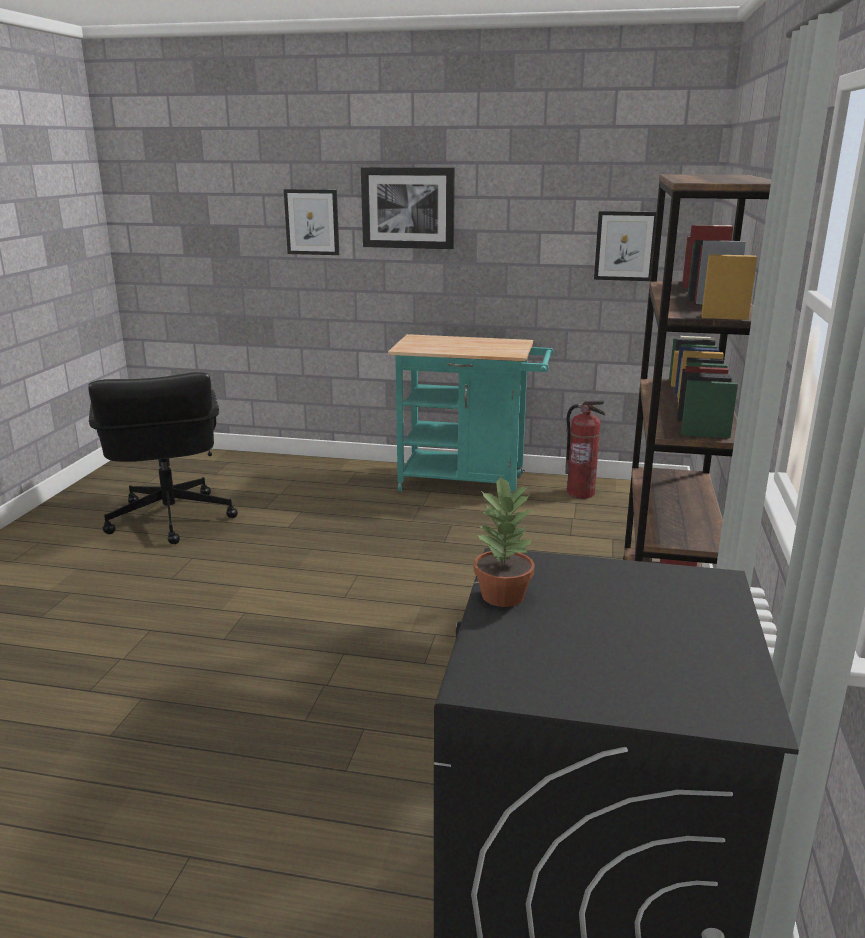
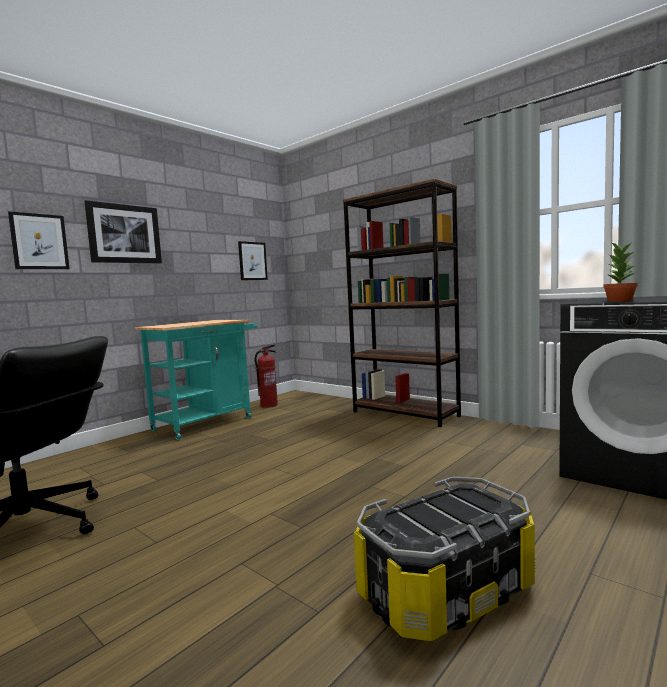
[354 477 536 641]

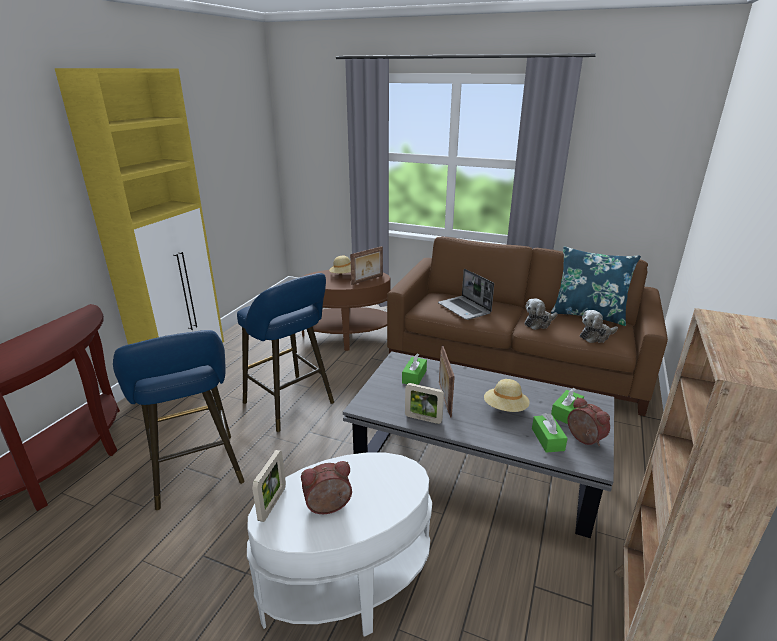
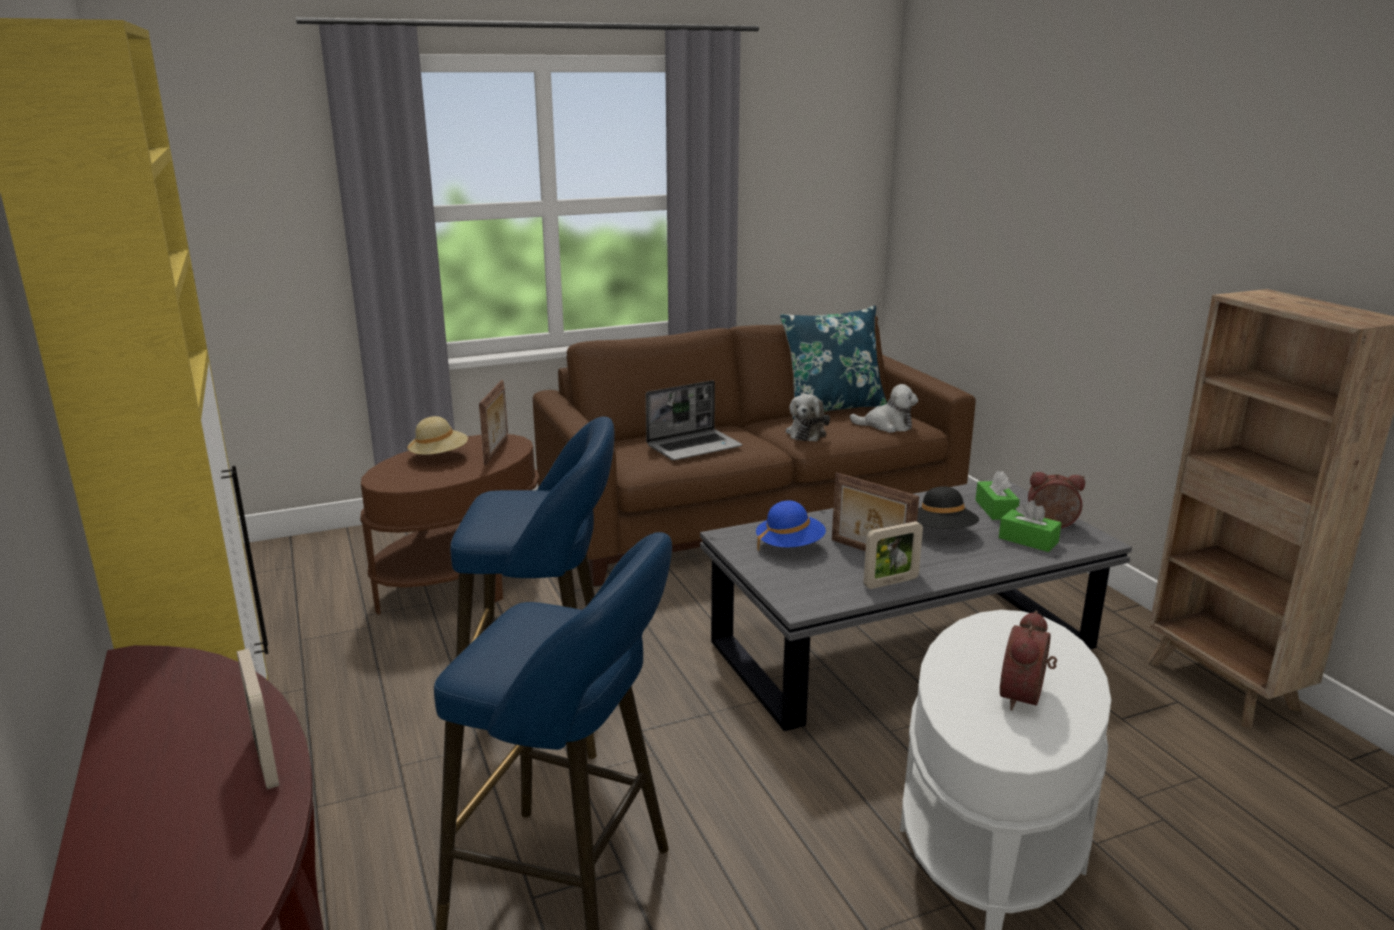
[237 648 279 790]
[756 500 826 552]
[646 380 742 460]
[917 486 979 529]
[850 384 918 433]

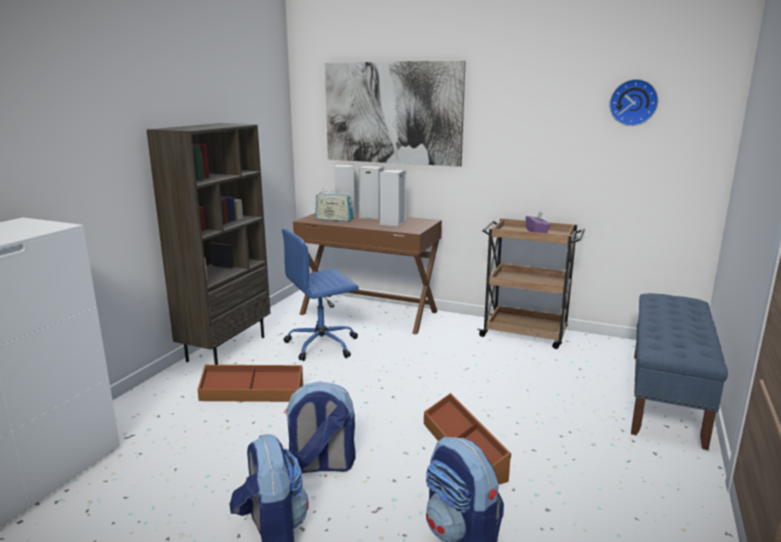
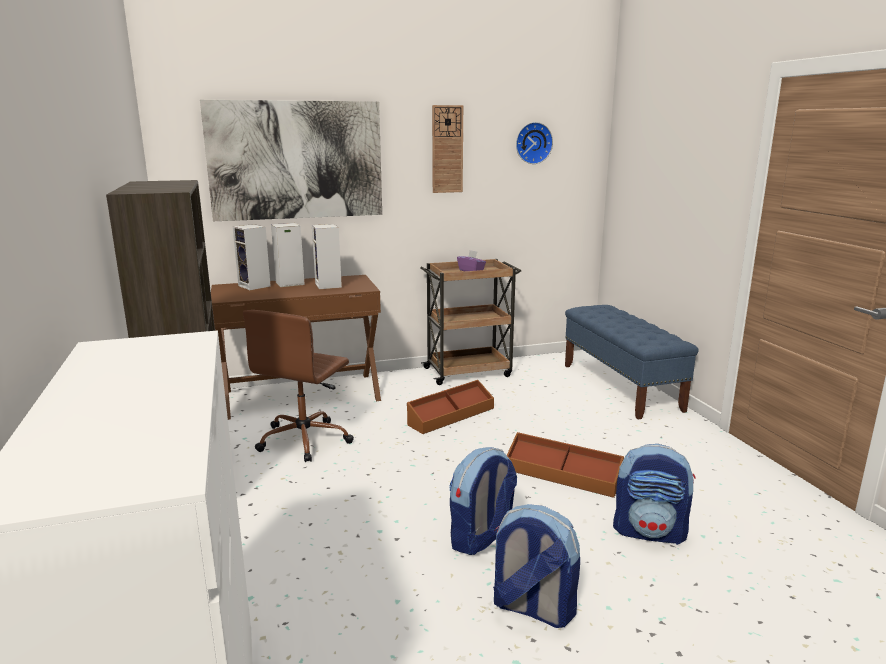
[407 380 494 434]
[243 310 354 462]
[315 191 353 222] (first image)
[432 105 463 193]

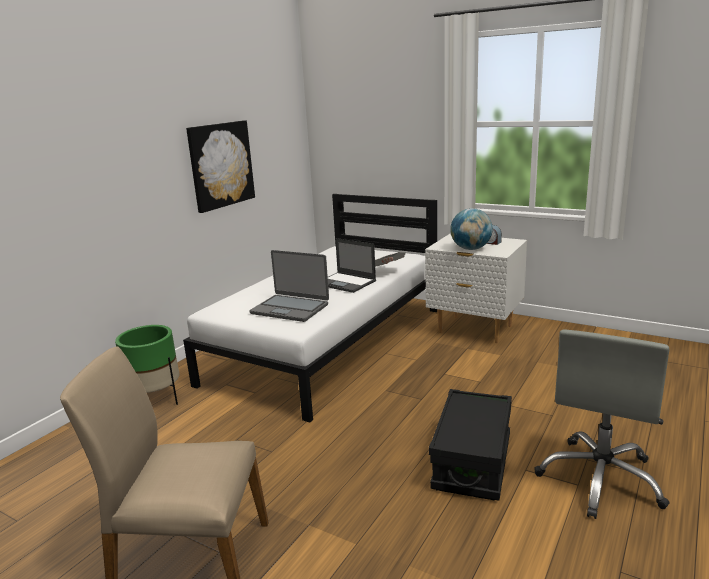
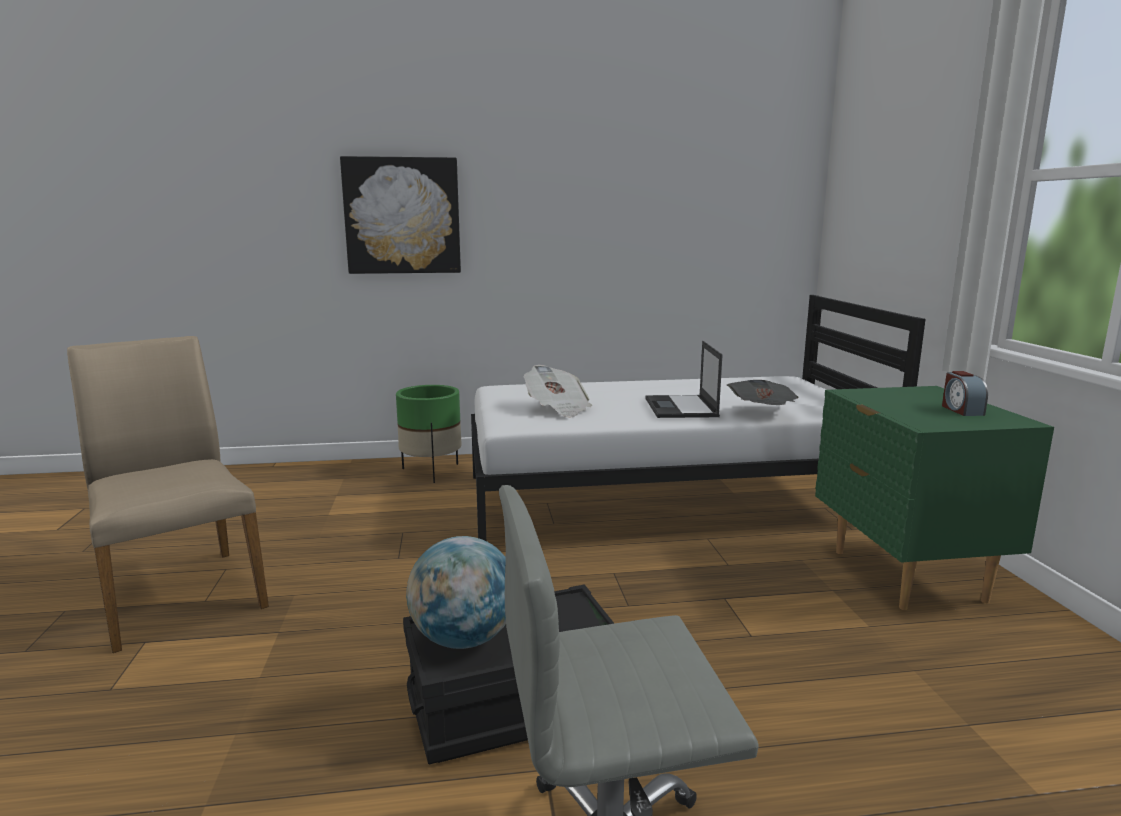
[340 156 461 274]
[524 365 592 418]
[815 386 1054 610]
[406 536 506 649]

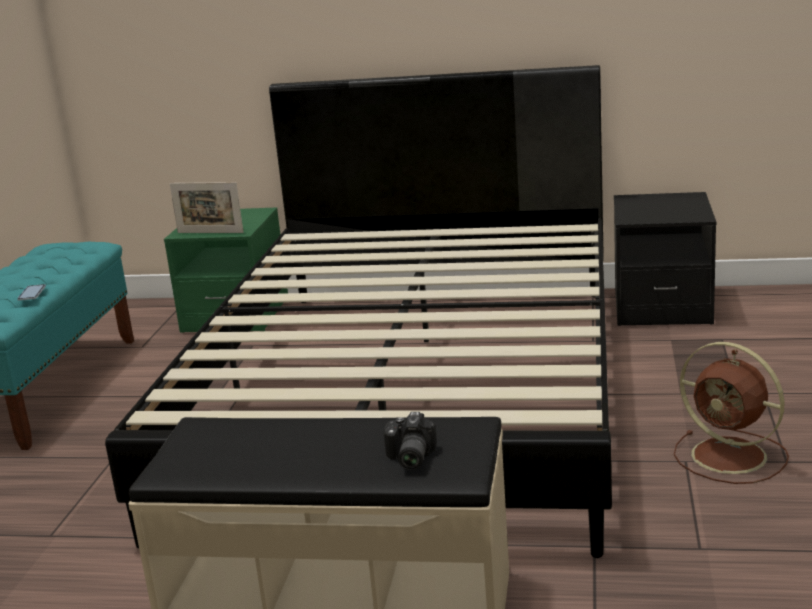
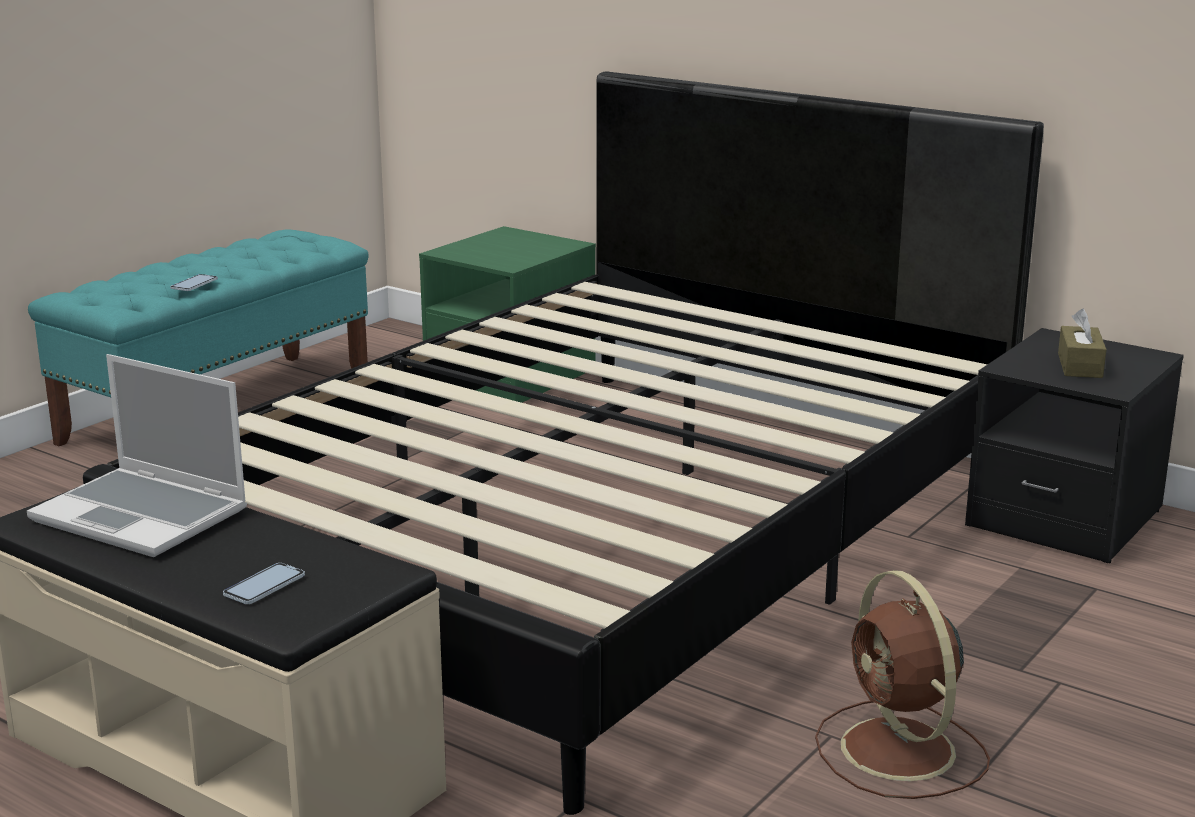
[170 182 244 233] (first image)
[223 563 305 604]
[27 354 247 557]
[1058 308 1107 378]

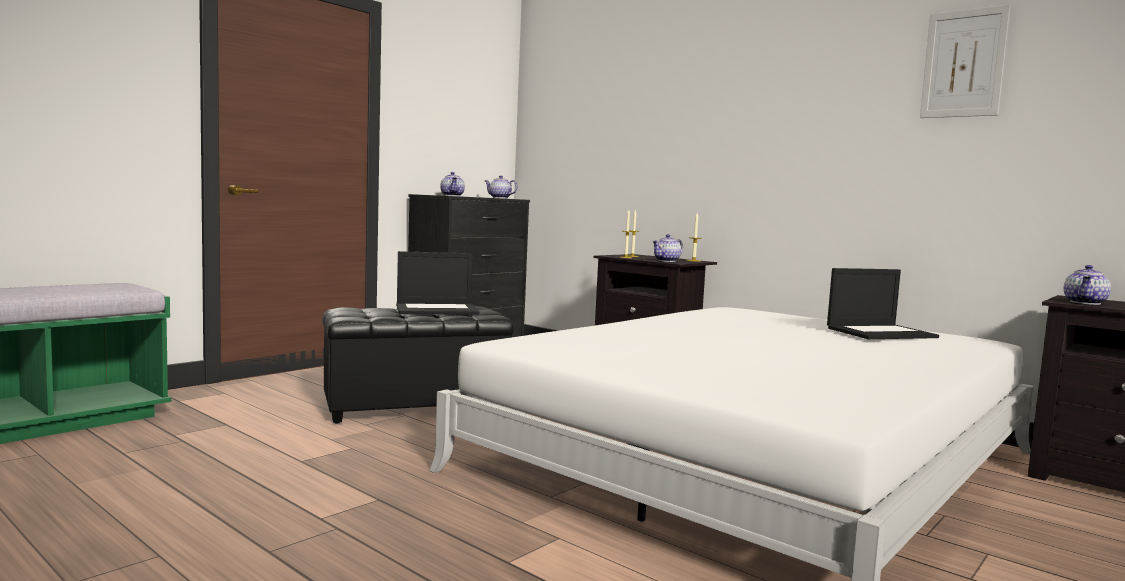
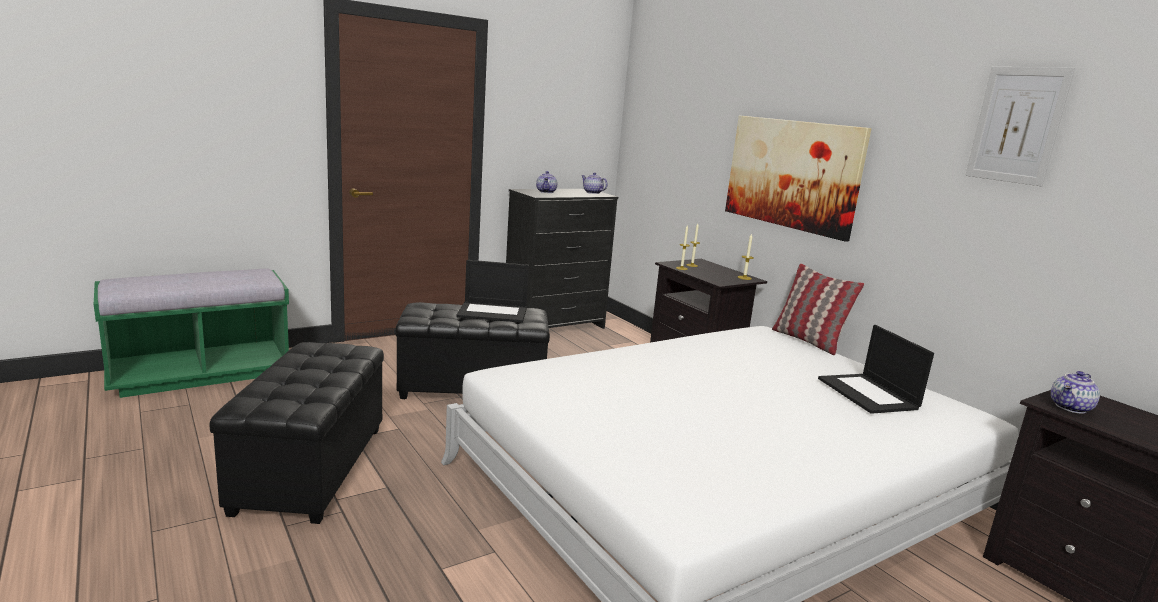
[652 234 683 262] (first image)
[818 325 934 414]
[210 342 384 524]
[725 116 872 242]
[772 264 864 355]

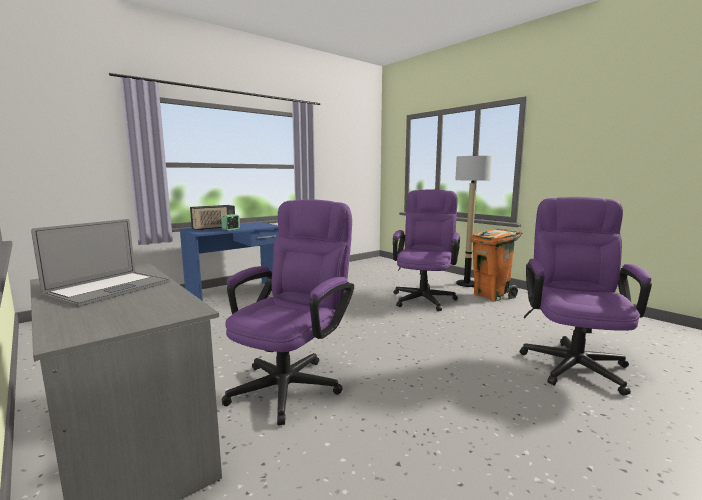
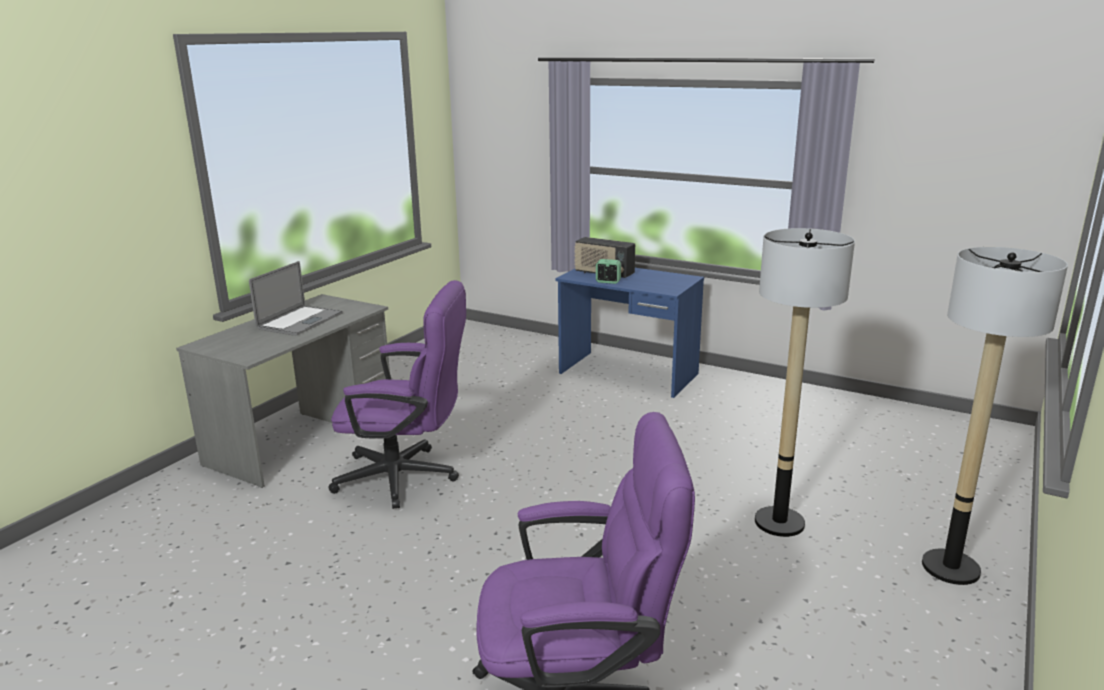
[249 261 343 336]
[755 228 855 537]
[471 229 522 302] (first image)

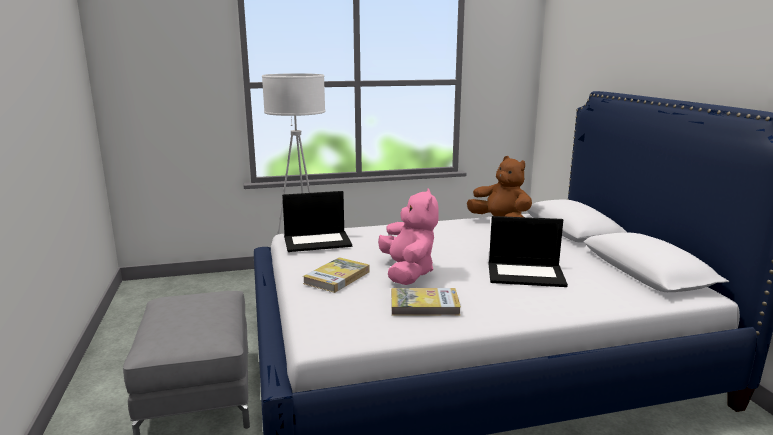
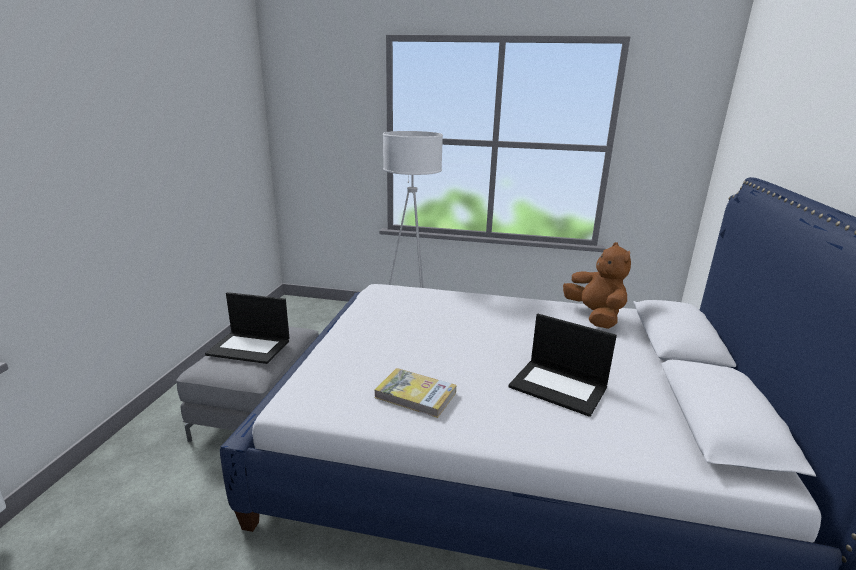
[205 292 289 364]
[303 257 369 293] (first image)
[378 188 439 285] (first image)

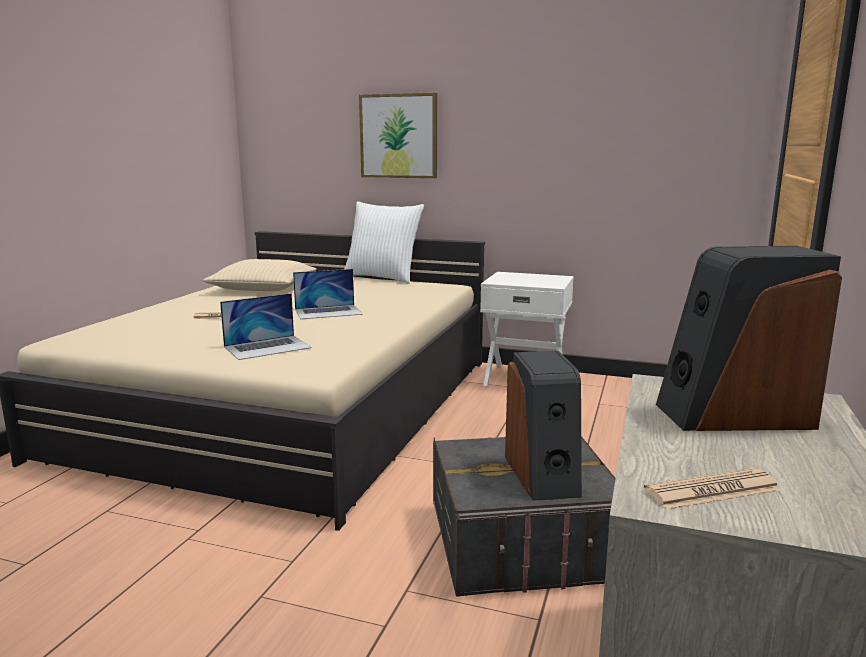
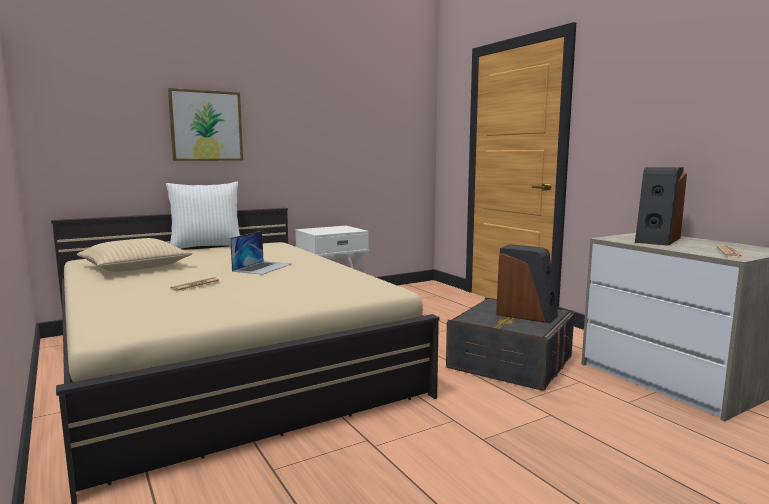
[220 293 312 360] (first image)

